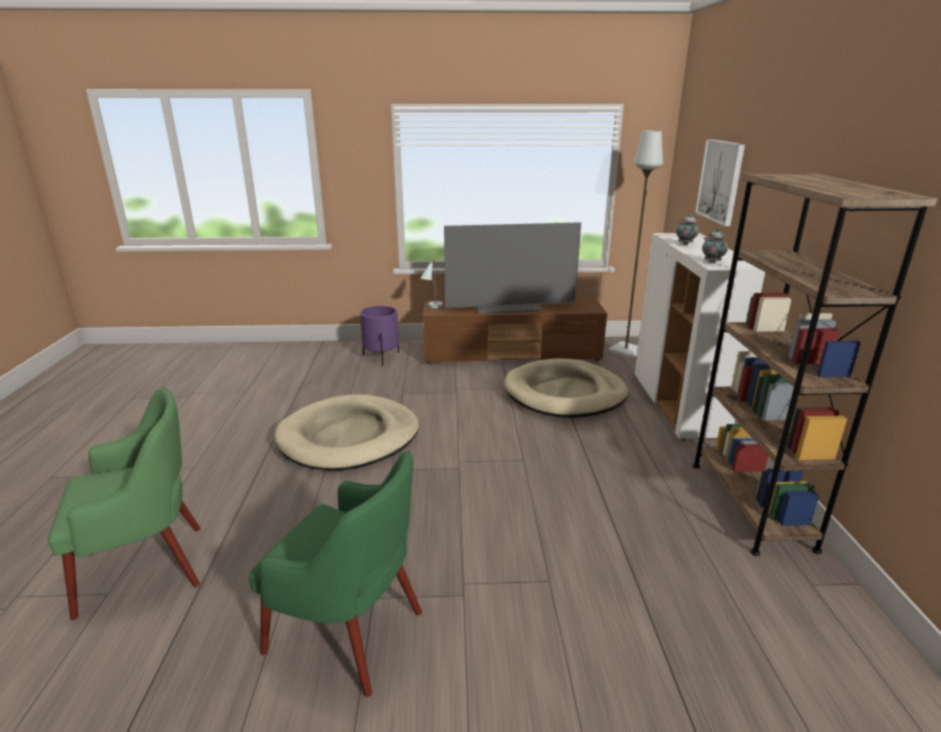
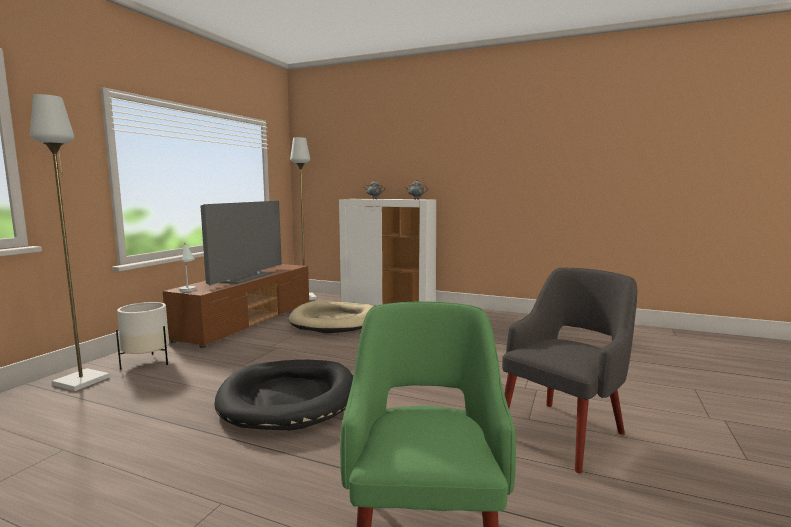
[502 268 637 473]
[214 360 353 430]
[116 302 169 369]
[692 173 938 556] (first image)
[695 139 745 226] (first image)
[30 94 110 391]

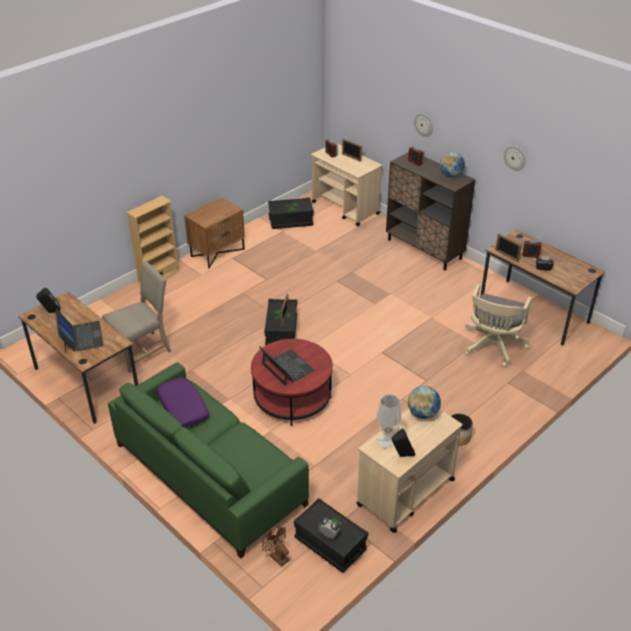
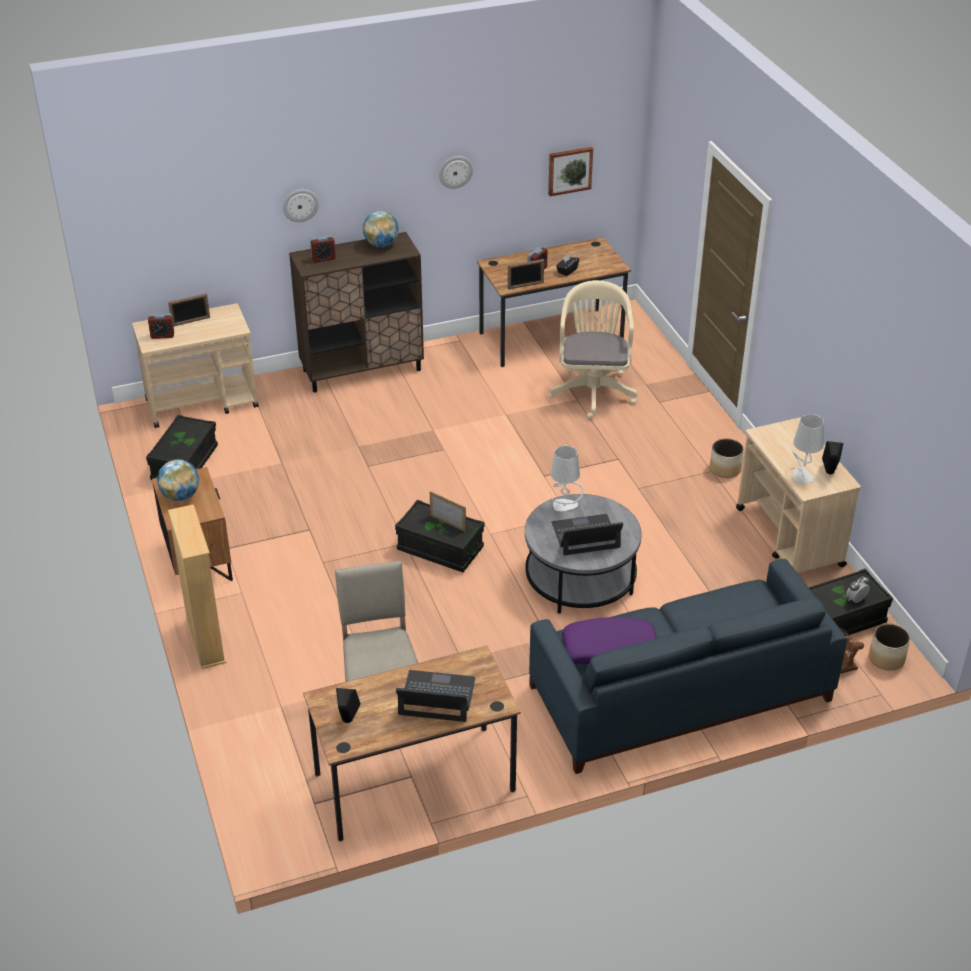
[529 559 847 774]
[525 494 642 614]
[157 459 200 501]
[549 280 637 419]
[548 147 593 196]
[551 446 583 511]
[869 624 910 671]

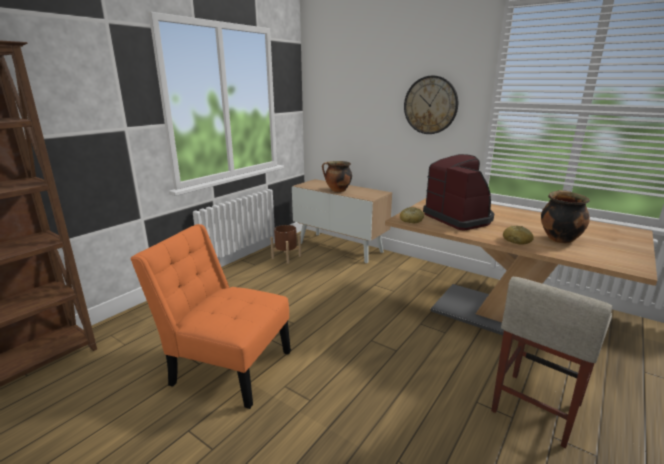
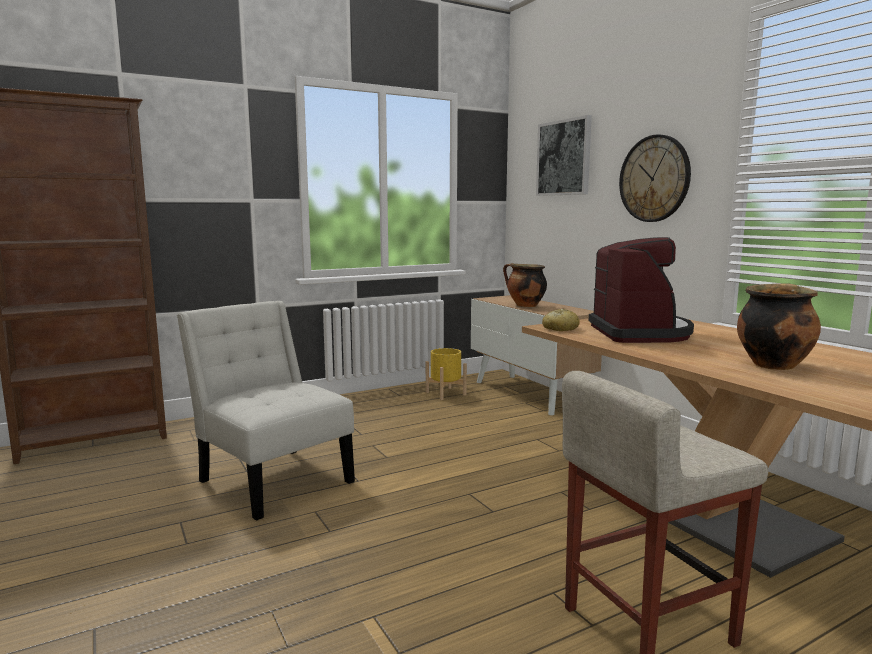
[177 301 355 521]
[426 348 467 400]
[503 226 534 245] (first image)
[536 115 592 196]

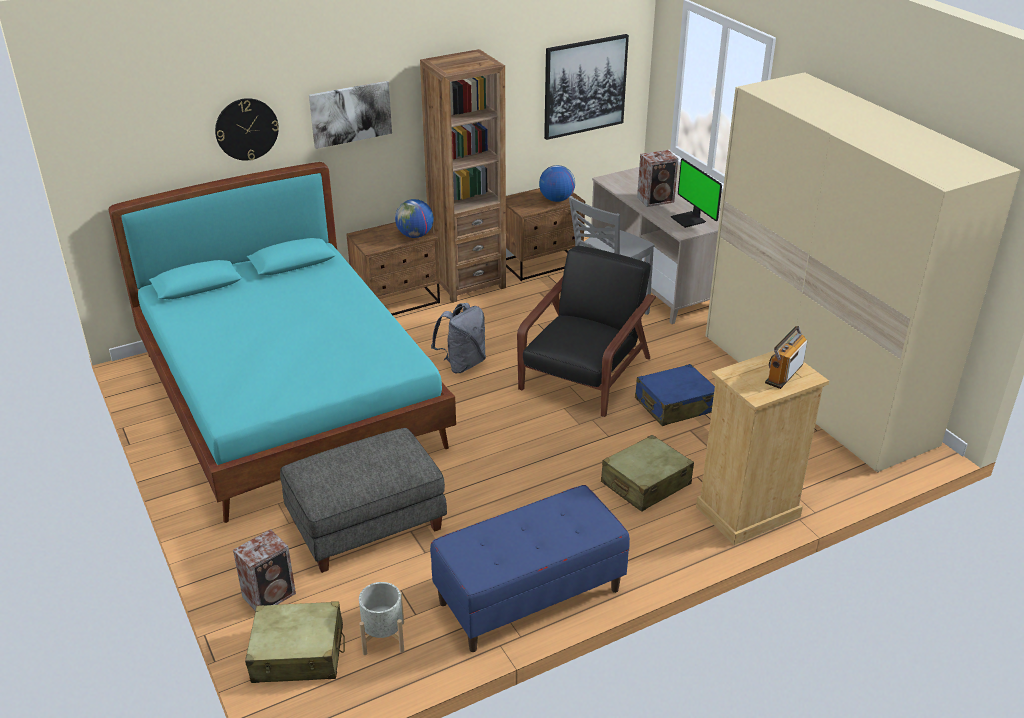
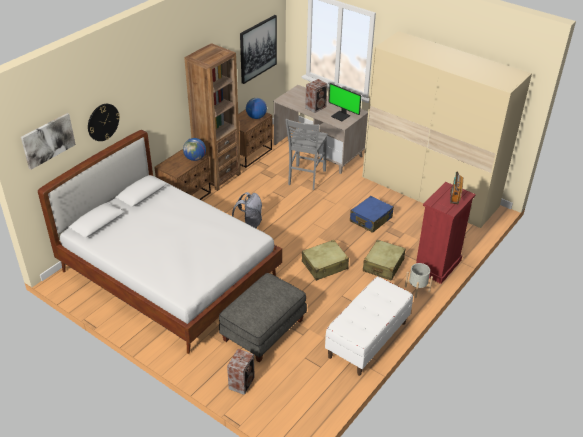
[38 130 282 354]
[302 240 349 281]
[21 113 76 170]
[405 263 433 298]
[325 277 413 376]
[517 246 656 417] (first image)
[416 182 476 284]

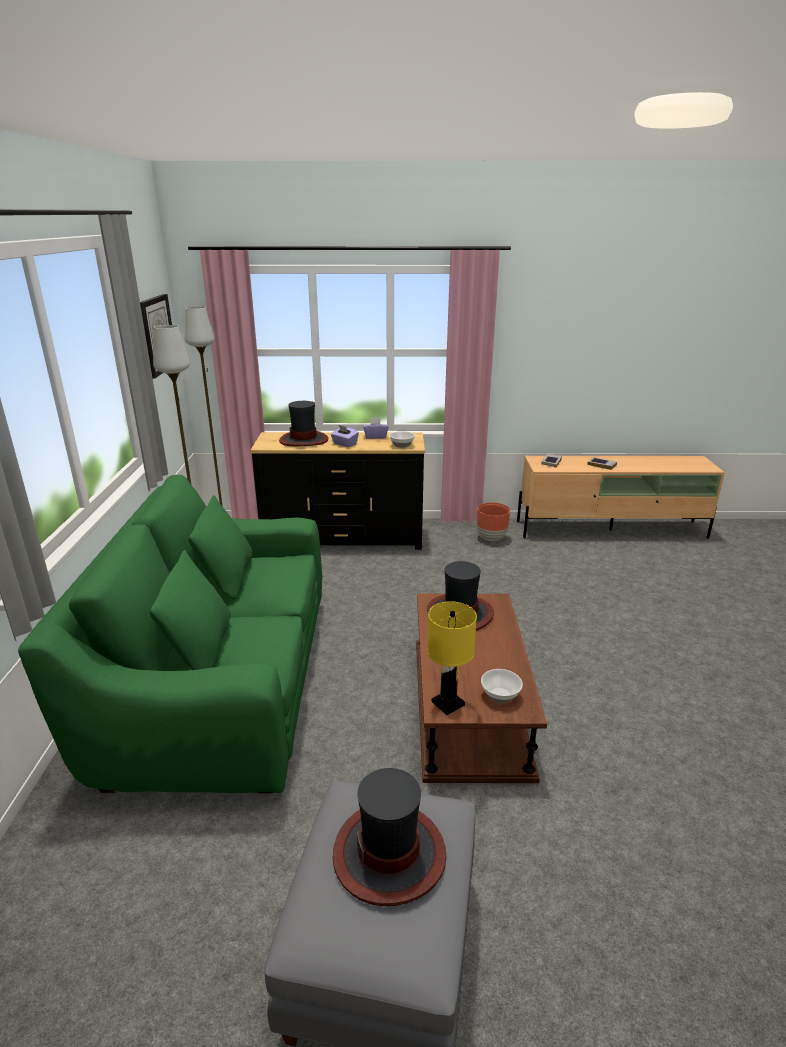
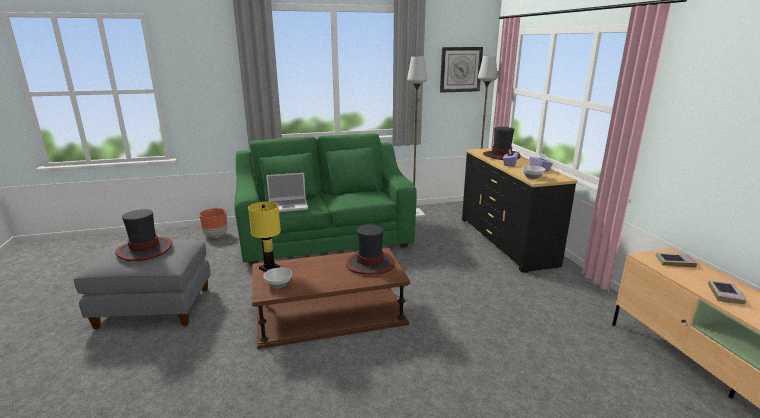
[199 208 227 237]
[266 173 308 212]

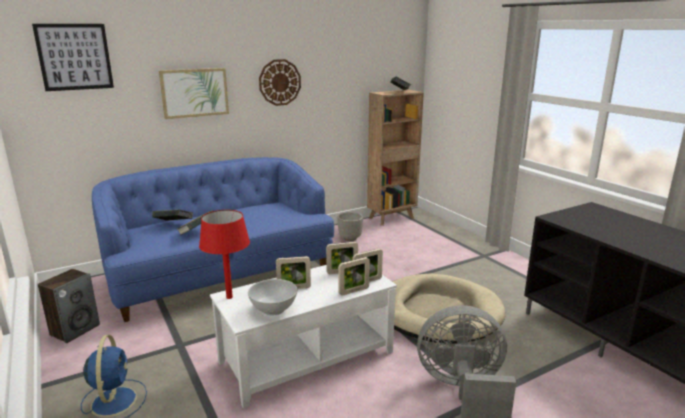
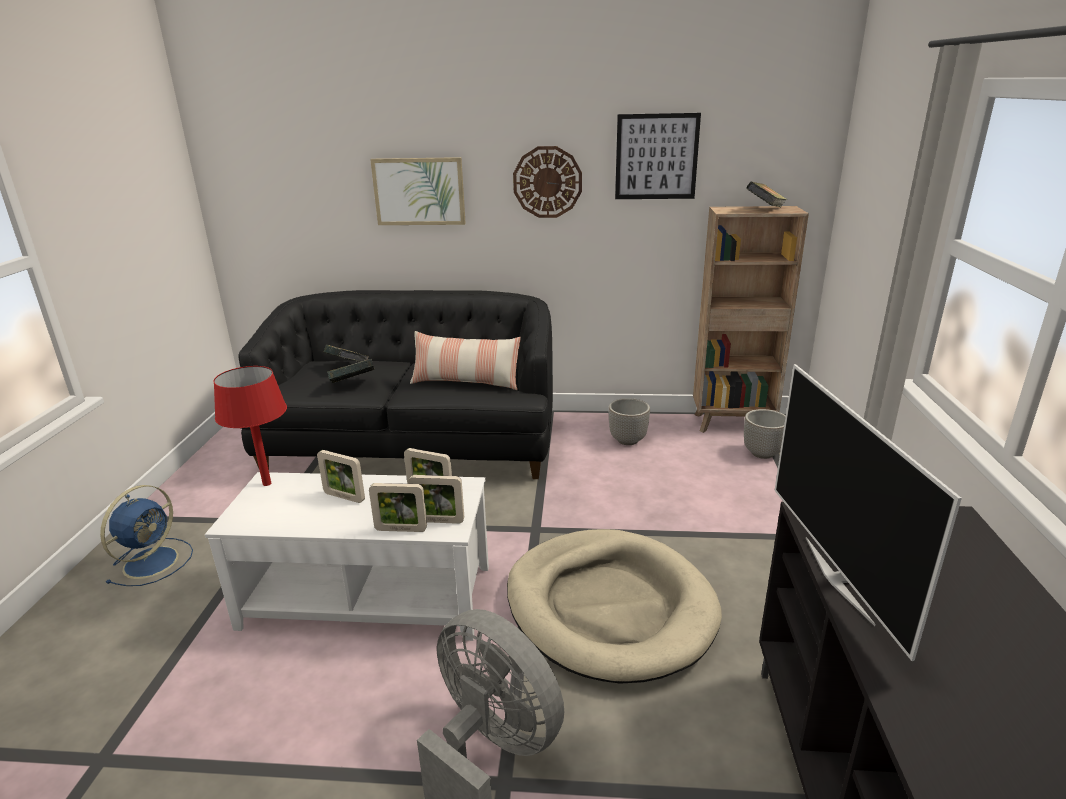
[615 113 701 199]
[38 269 100 343] (first image)
[238 290 553 479]
[248 279 297 315] (first image)
[410 331 521 390]
[744 409 786 459]
[774 364 962 661]

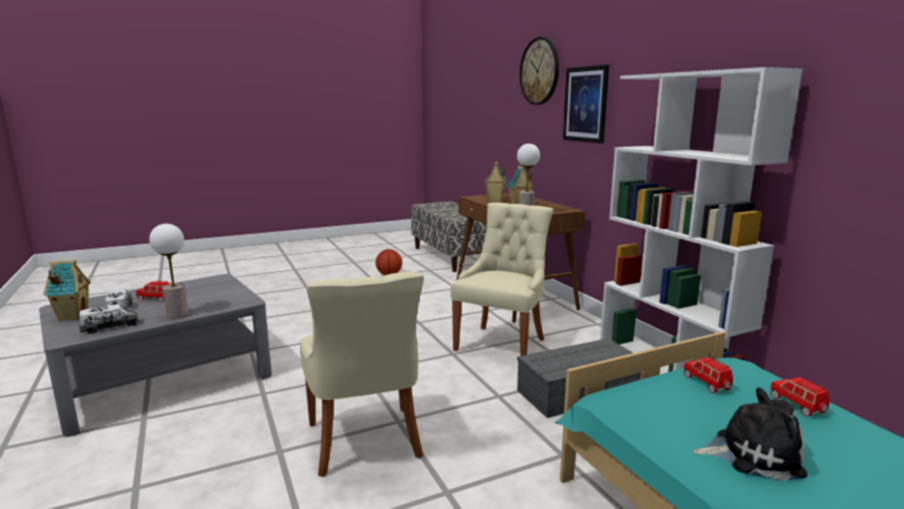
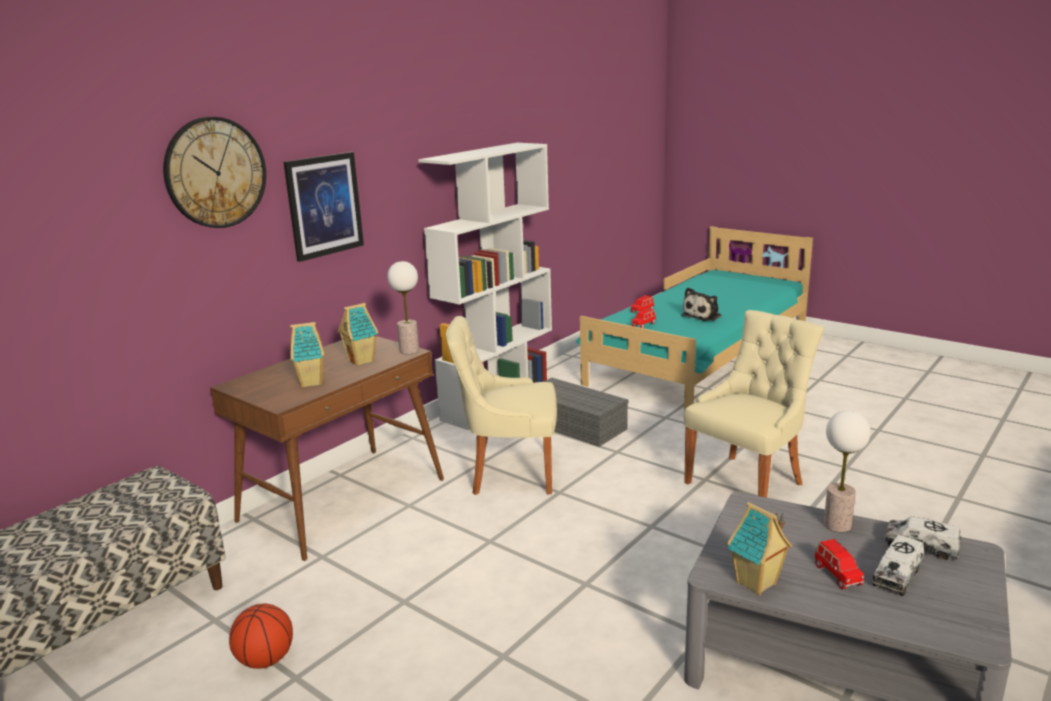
[727 502 792 595]
[681 287 722 321]

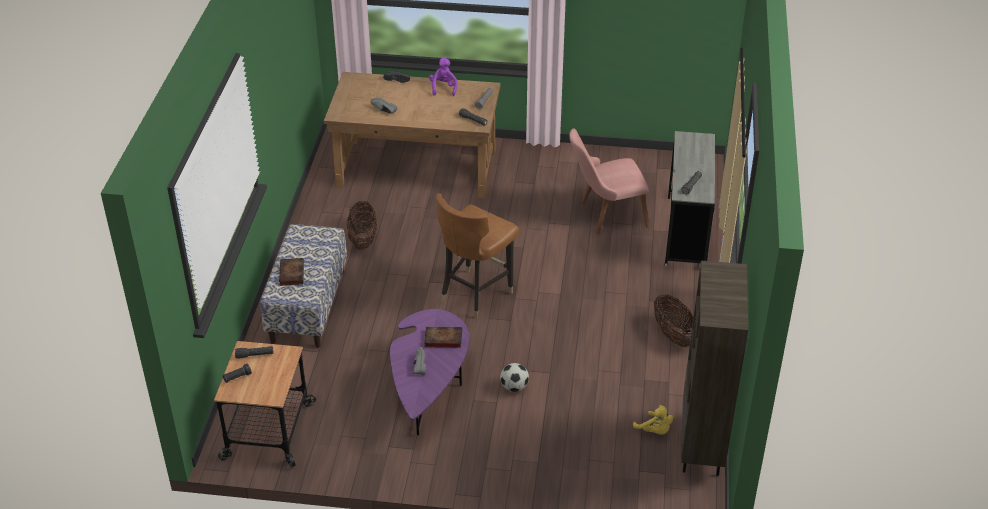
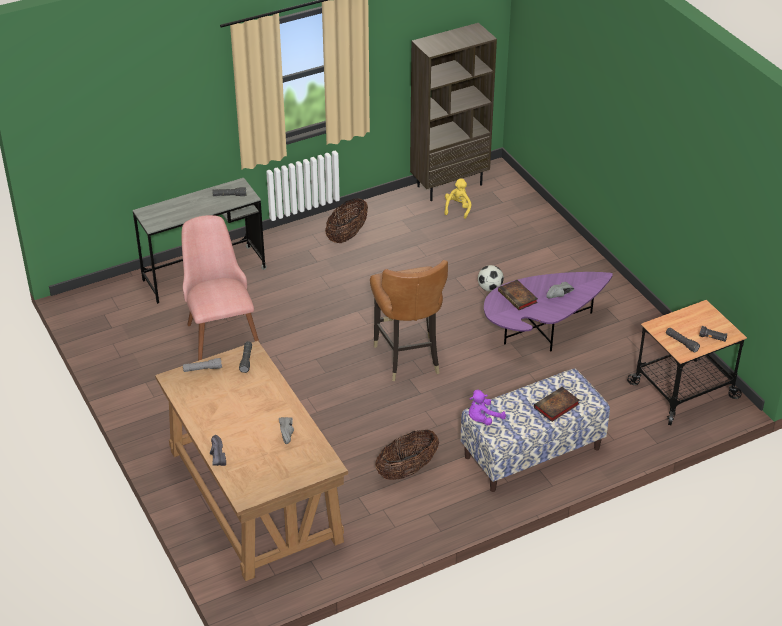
[469 390 506 425]
[370 260 448 381]
[181 215 259 361]

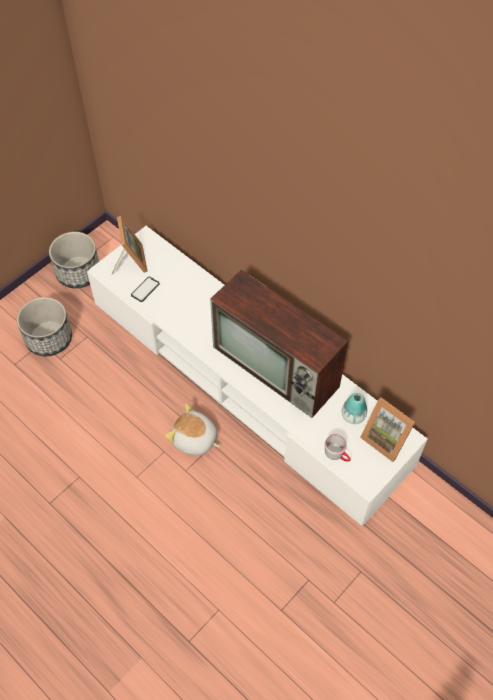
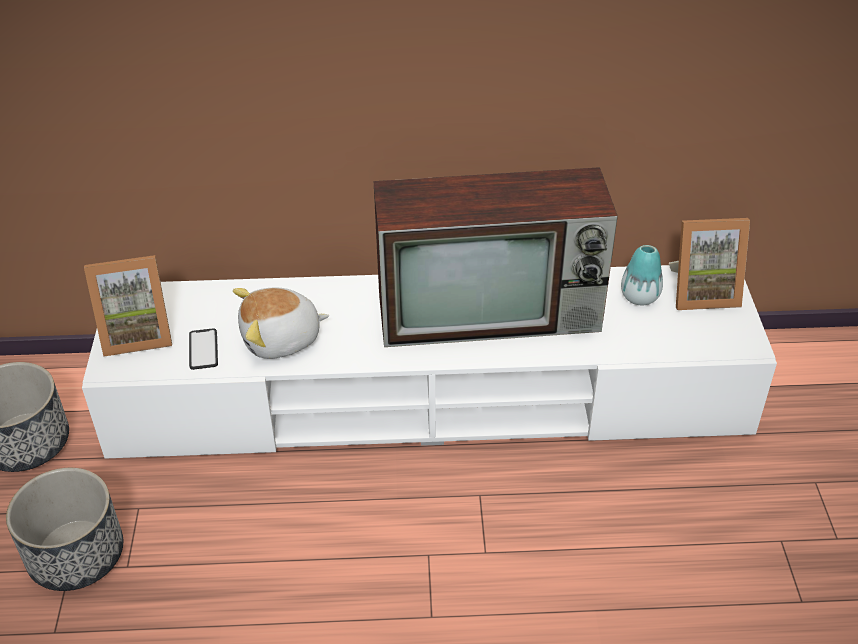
[84 255 172 357]
[233 288 329 359]
[325 434 351 462] (first image)

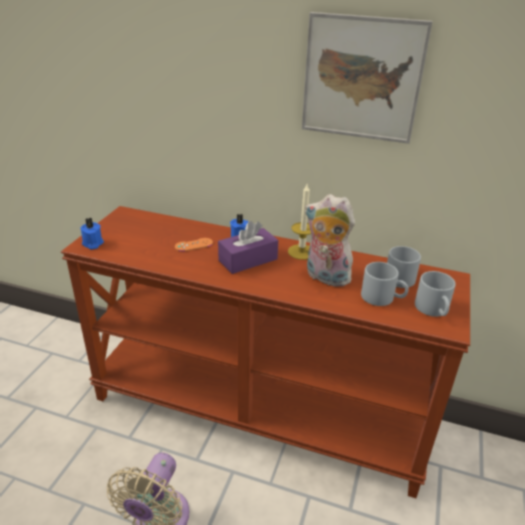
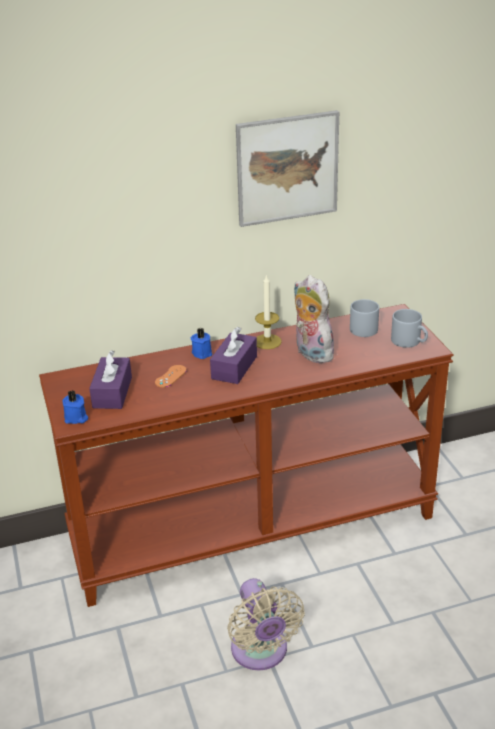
[294 275 334 363]
[361 262 409 306] (first image)
[89 350 132 409]

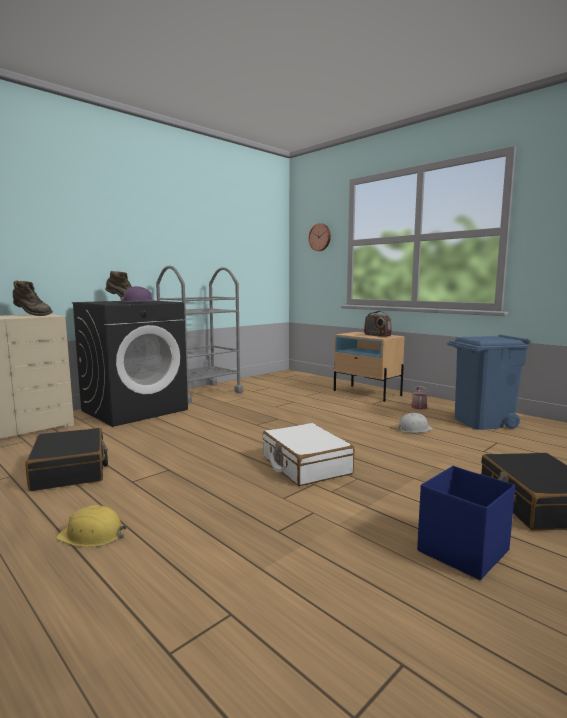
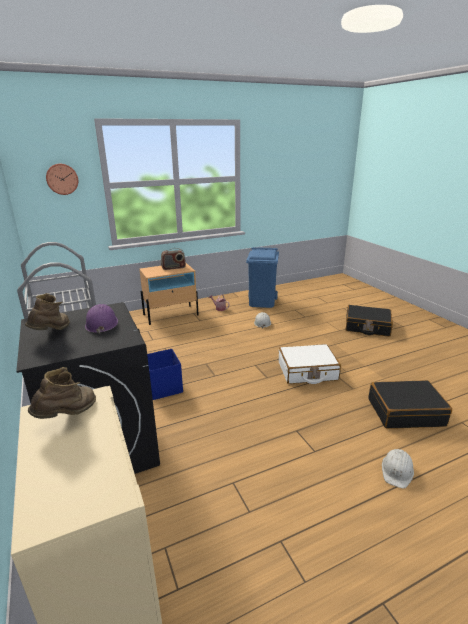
[368 380 452 429]
[382 449 414 488]
[147 349 183 400]

